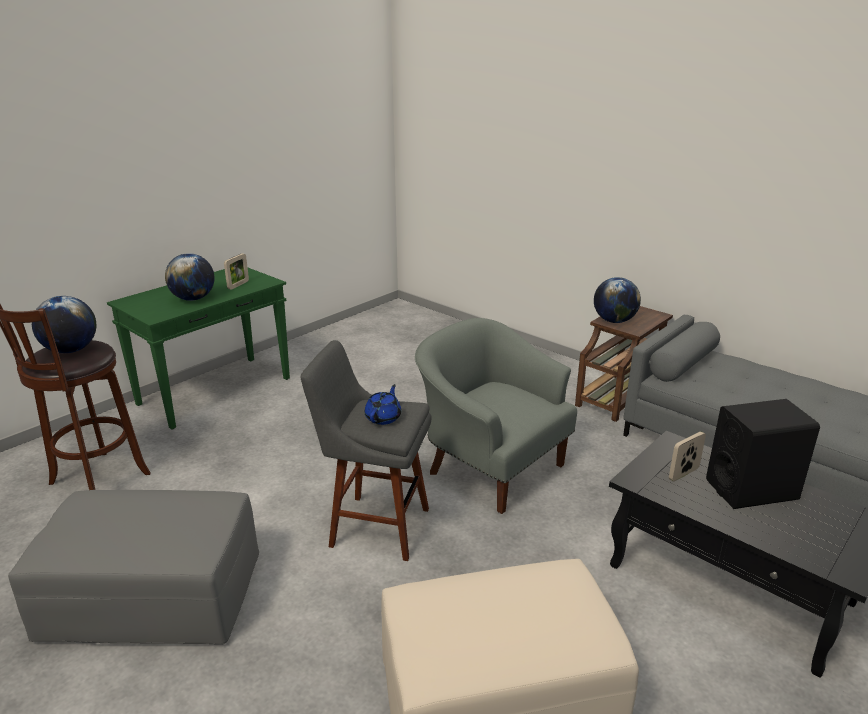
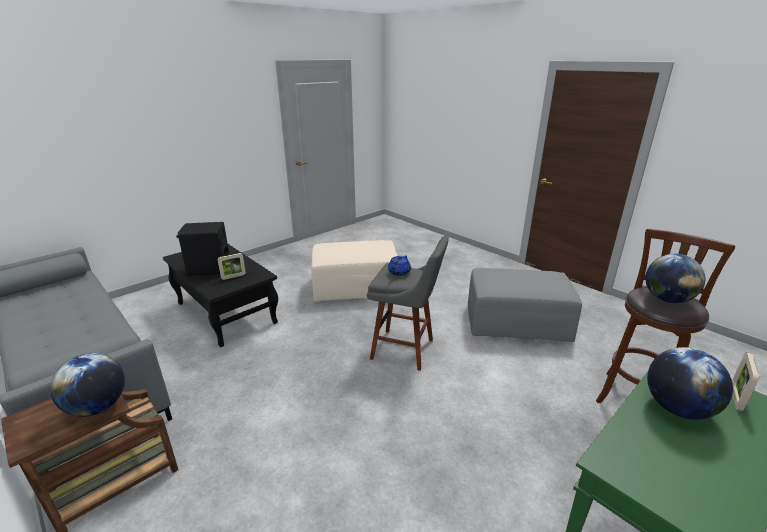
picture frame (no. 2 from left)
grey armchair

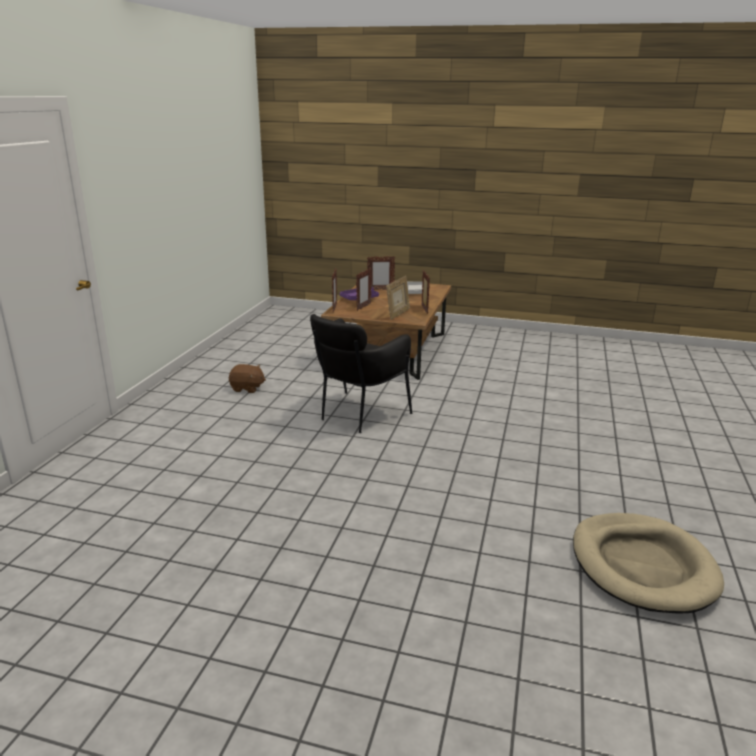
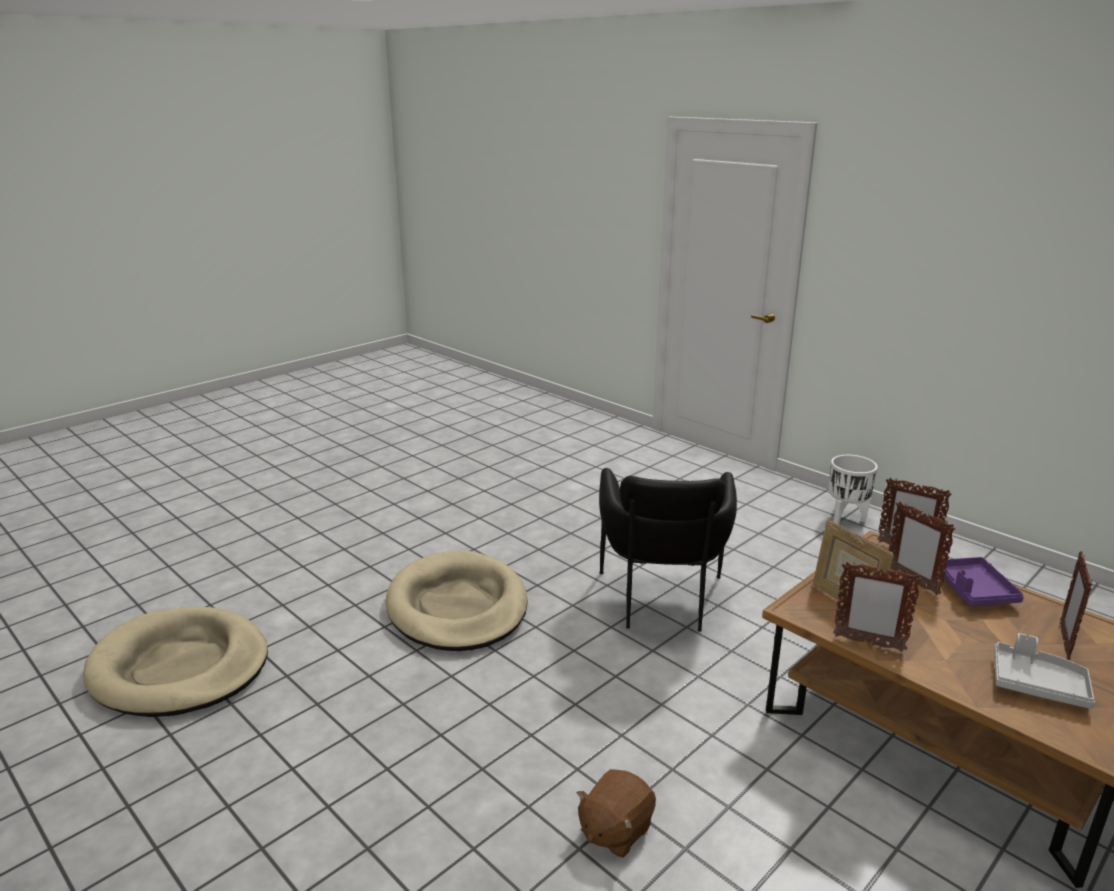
beige dog bed (no. 2 from left)
brown plush toy
black armchair
white planter

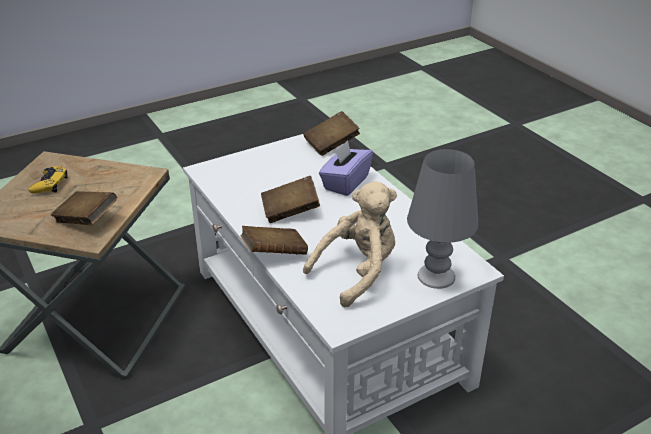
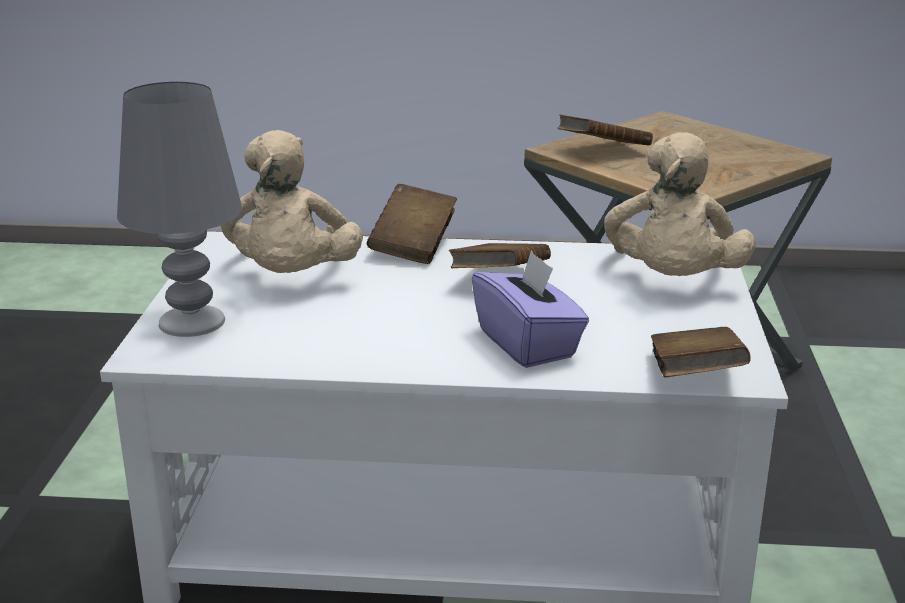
beige plush toy (no. 2 from left)
yellow game controller

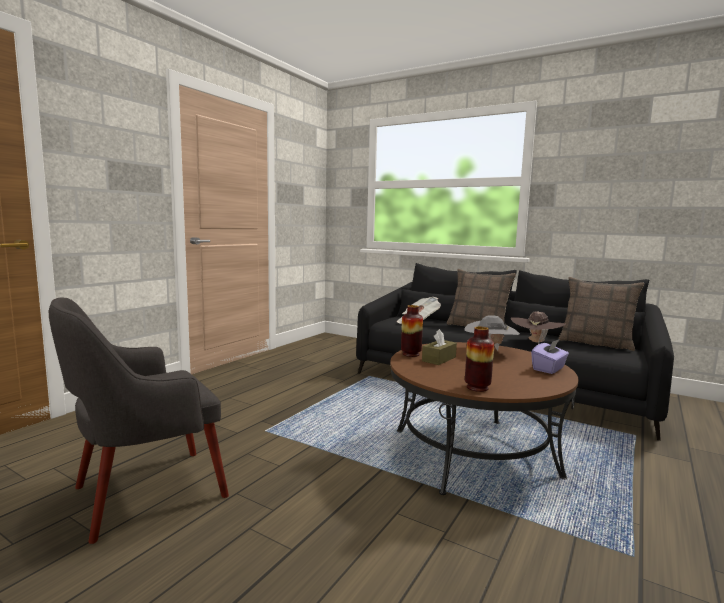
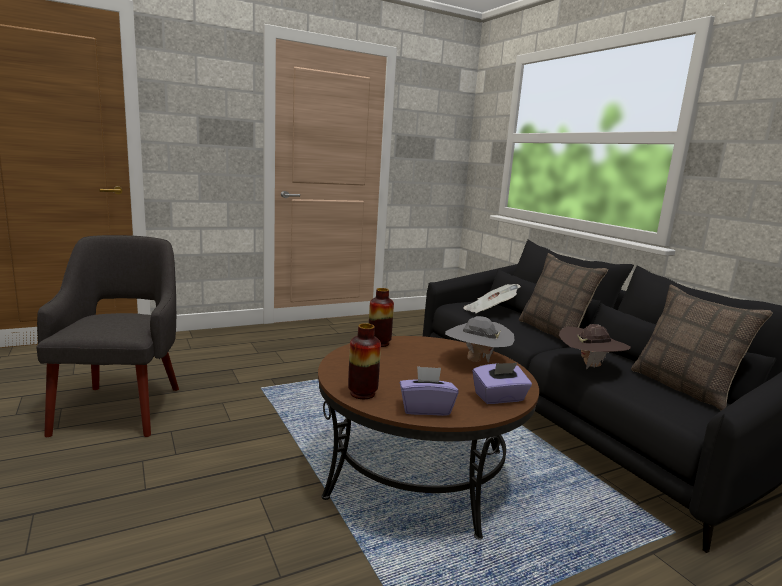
grey armchair
purple tissue box (no. 1 from left)
brown tissue box

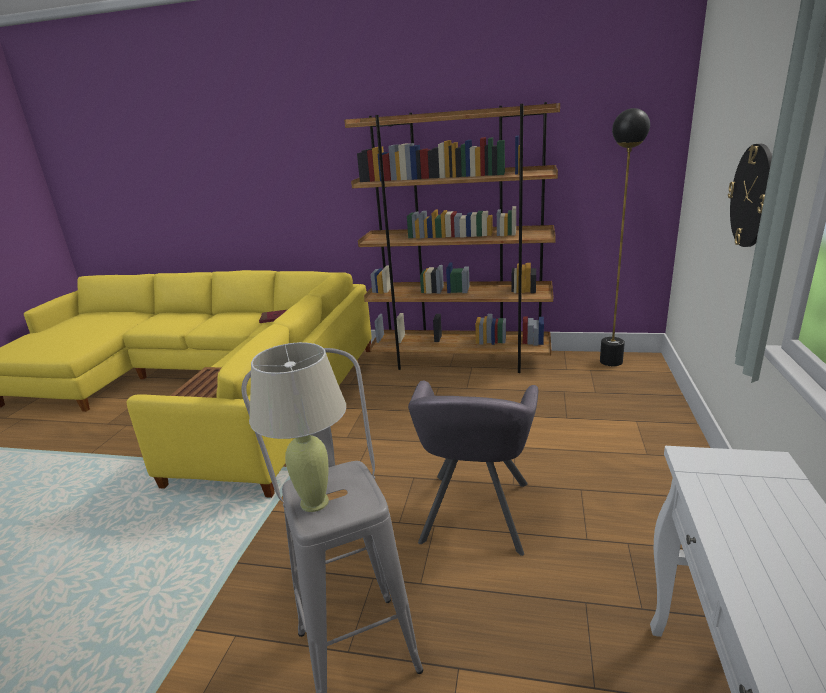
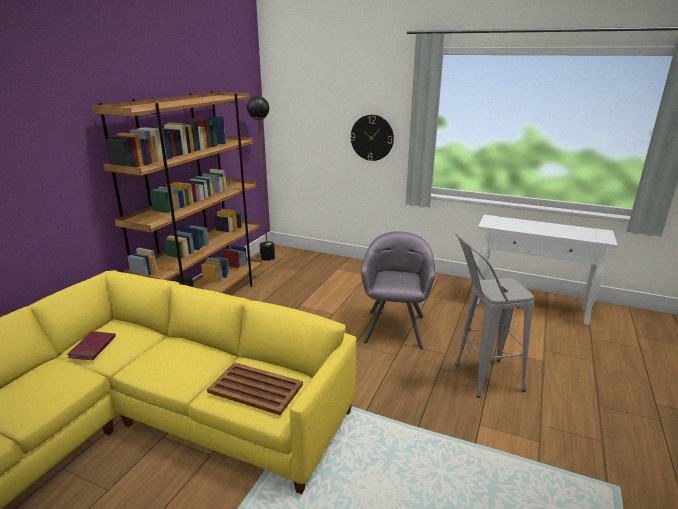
grey armchair
beige table lamp

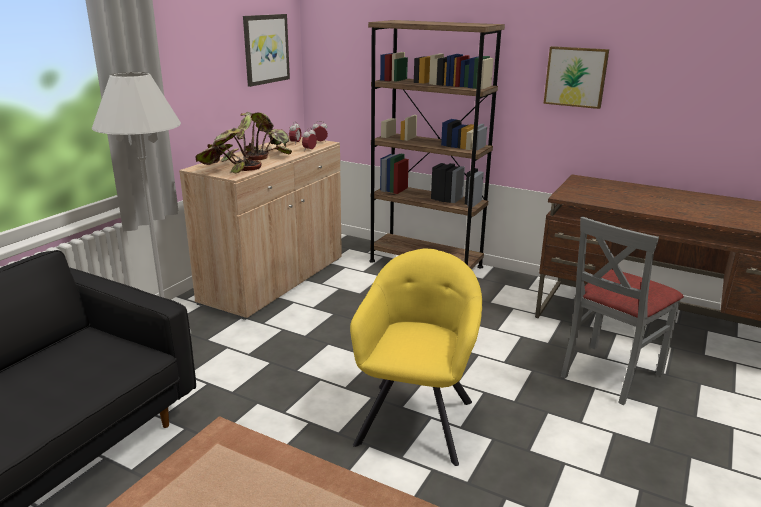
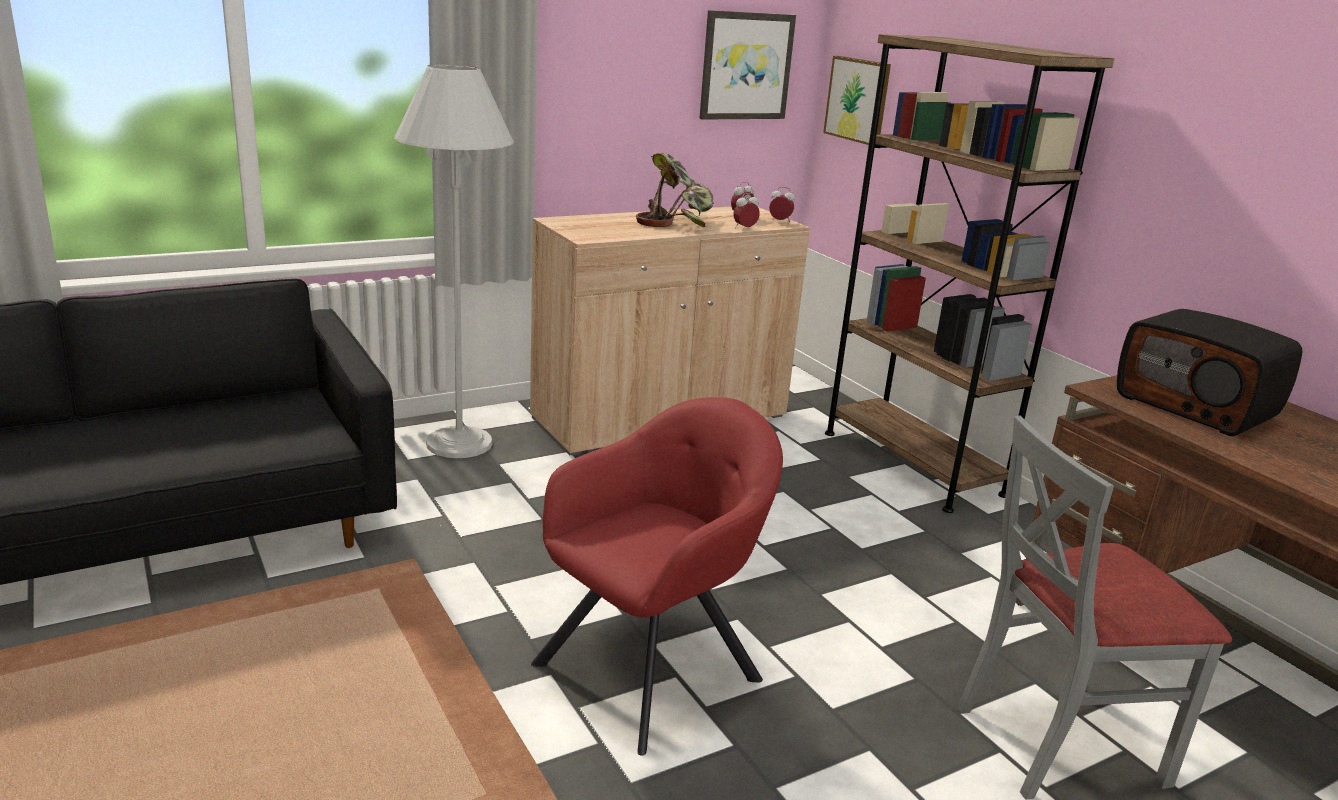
red armchair
picture (no. 2 from left)
radio
potted plant (no. 1 from left in the first image)

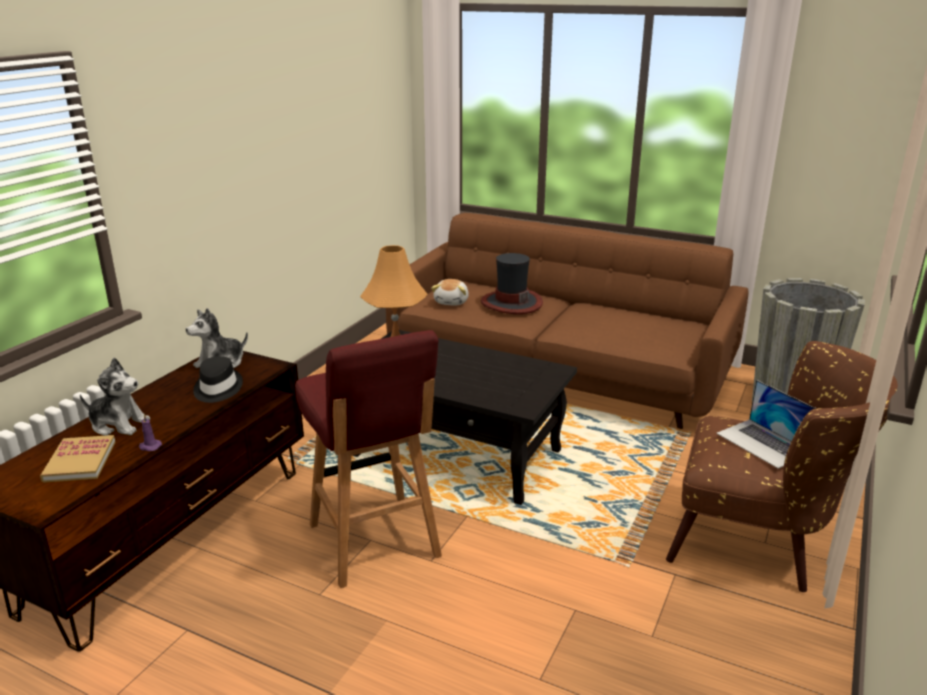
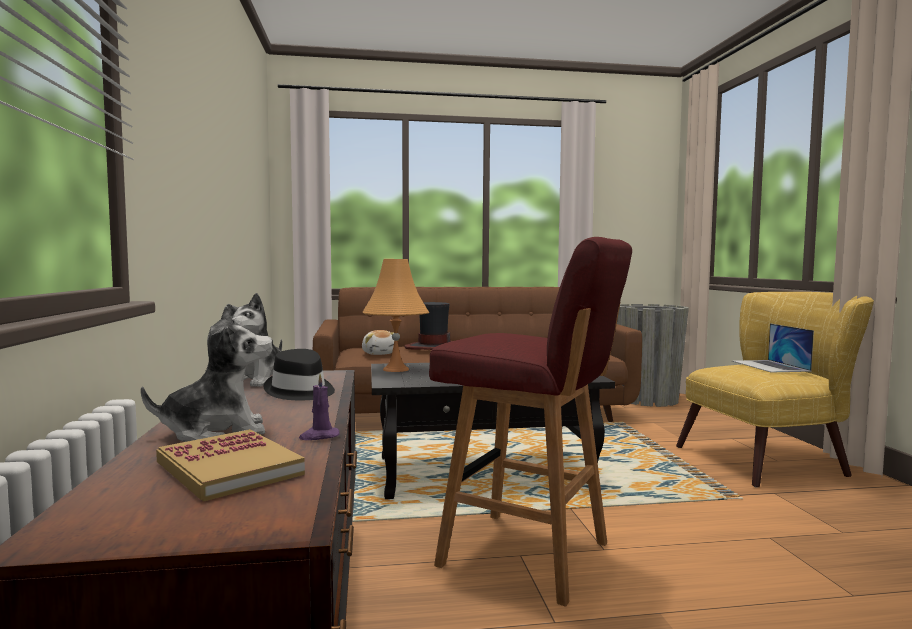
yellow armchair
laptop

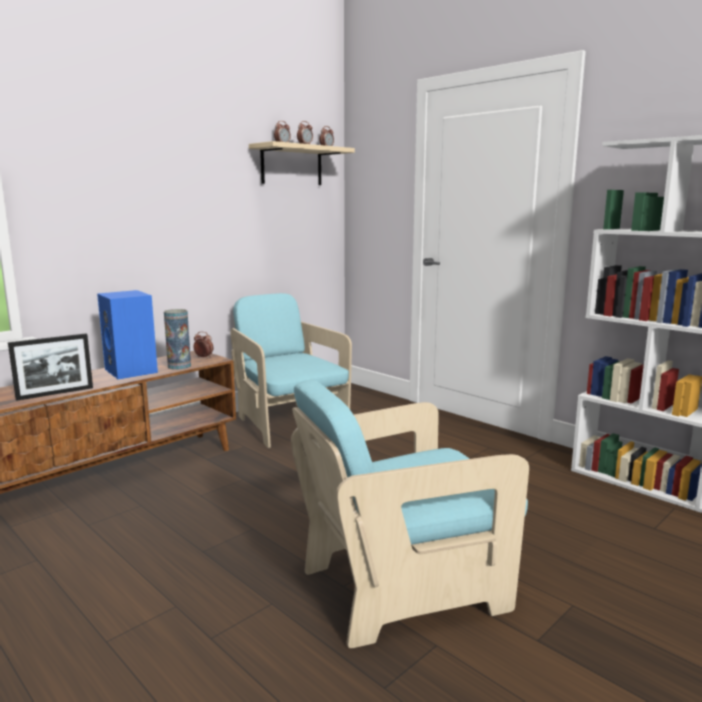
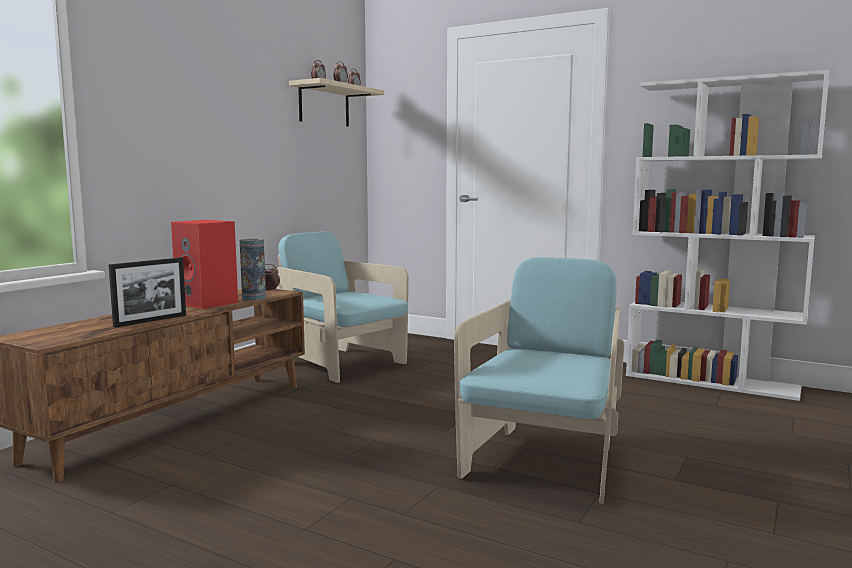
red speaker
turquoise armchair (no. 2 from left)

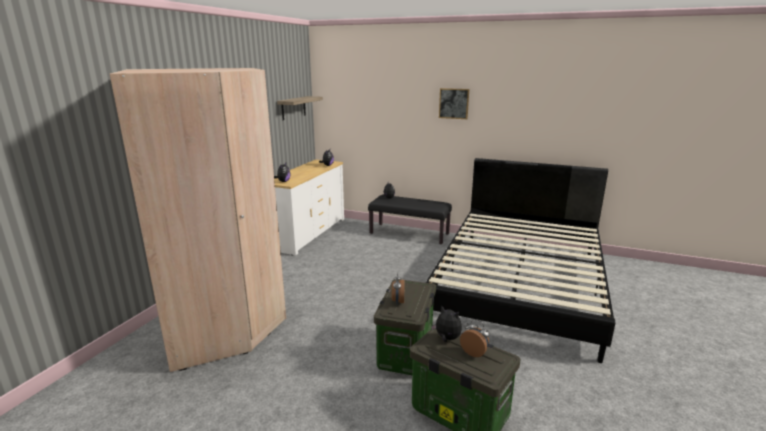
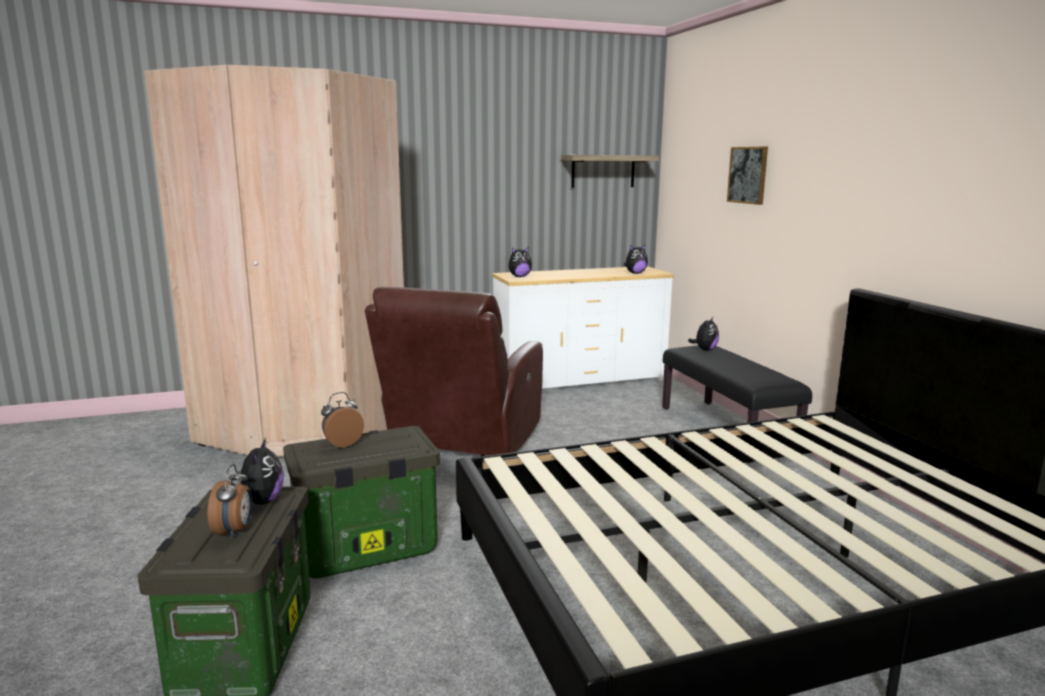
brown armchair
picture

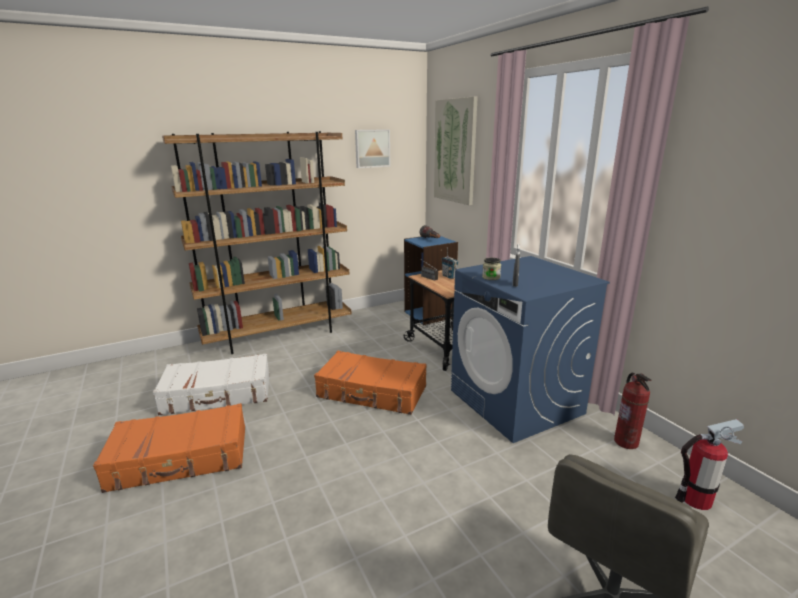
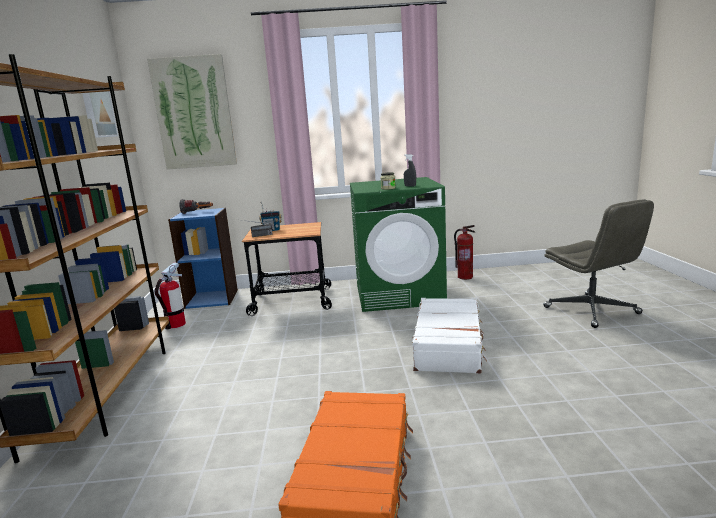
fire extinguisher (no. 1 from left)
green washing machine
white suitcase
orange suitcase (no. 2 from left in the first image)

